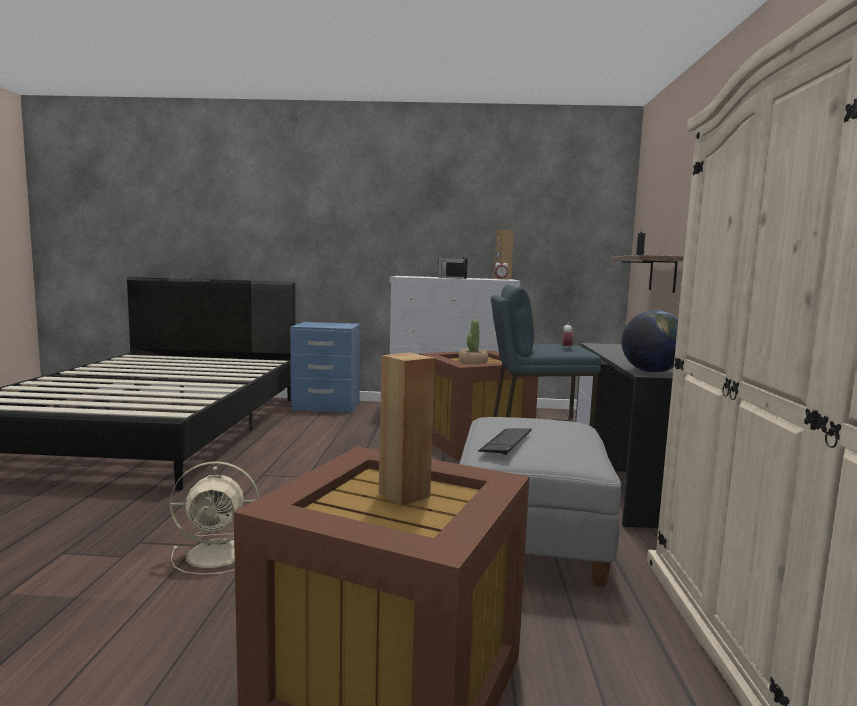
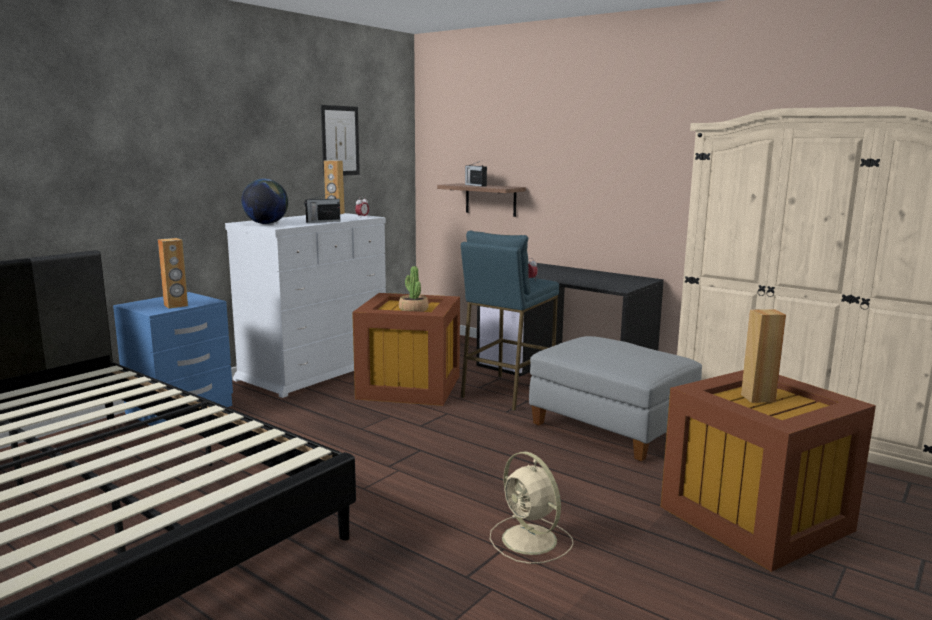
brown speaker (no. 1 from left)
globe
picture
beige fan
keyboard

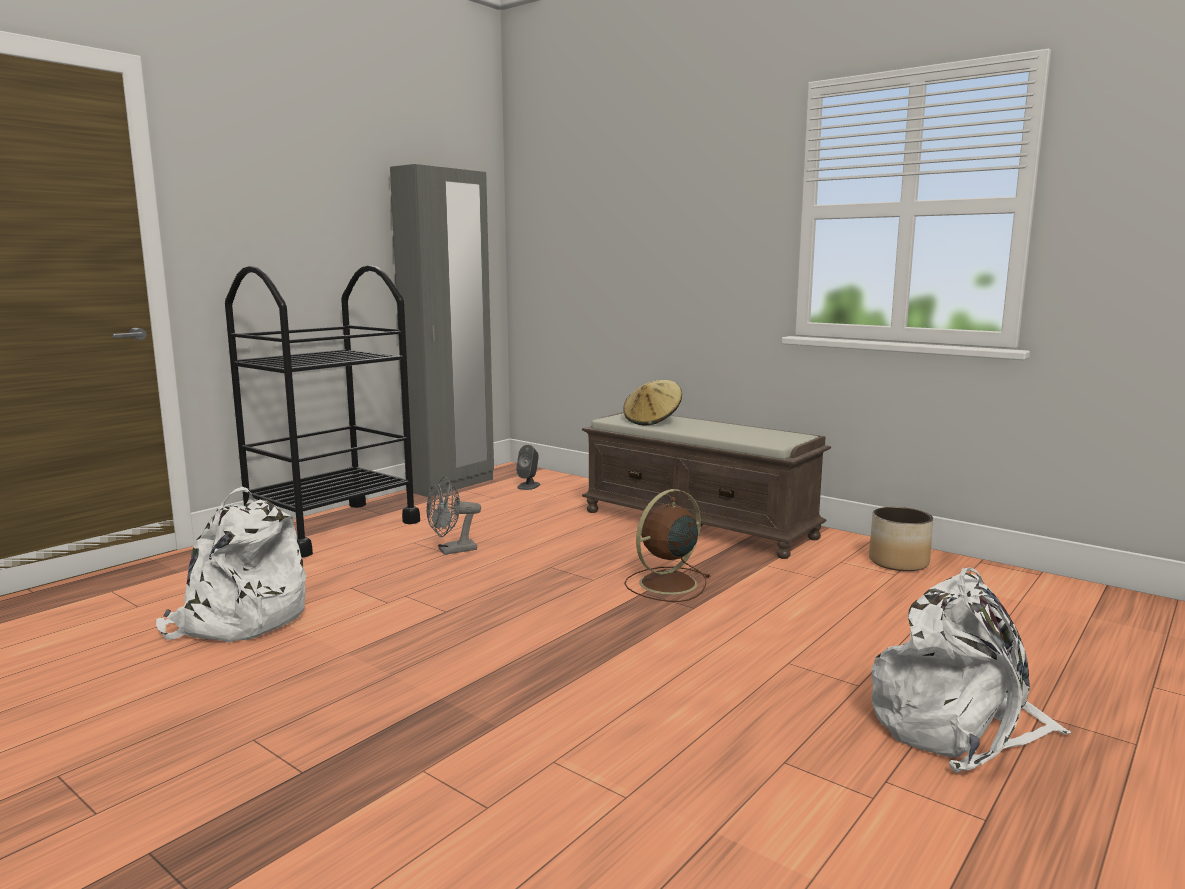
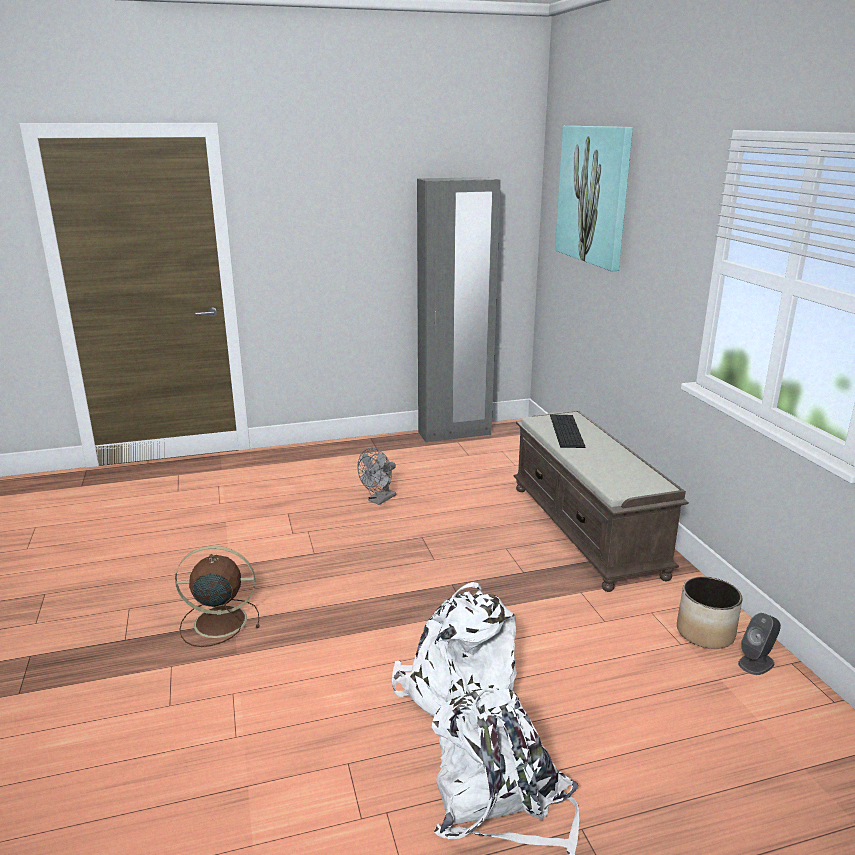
brown fan
grey fan
white backpack (no. 1 from left)
keyboard
picture
grey speaker
black cart

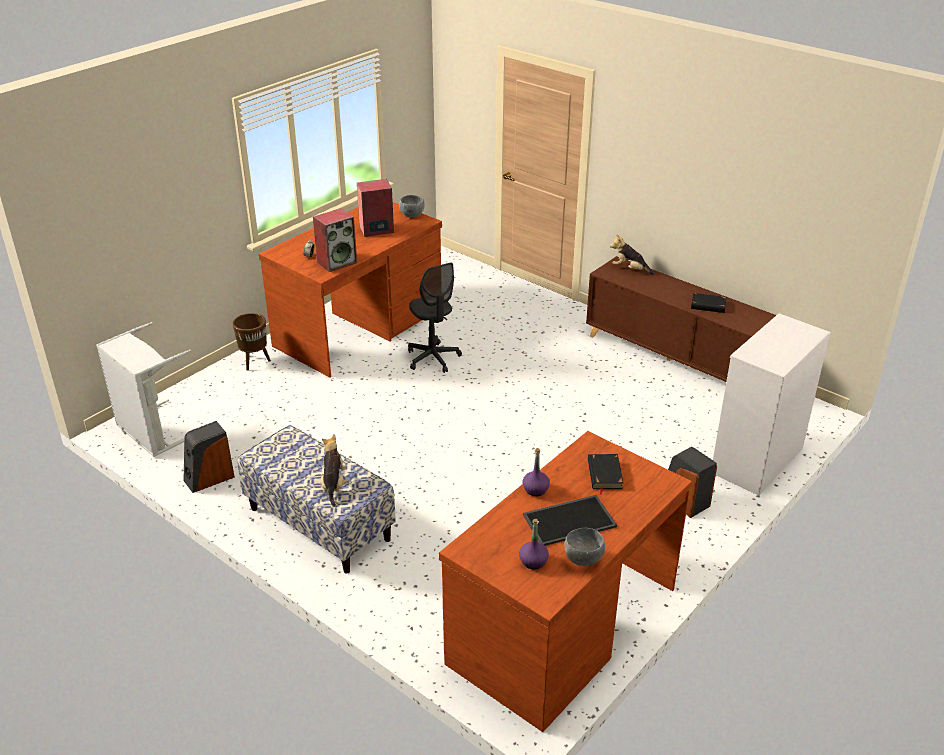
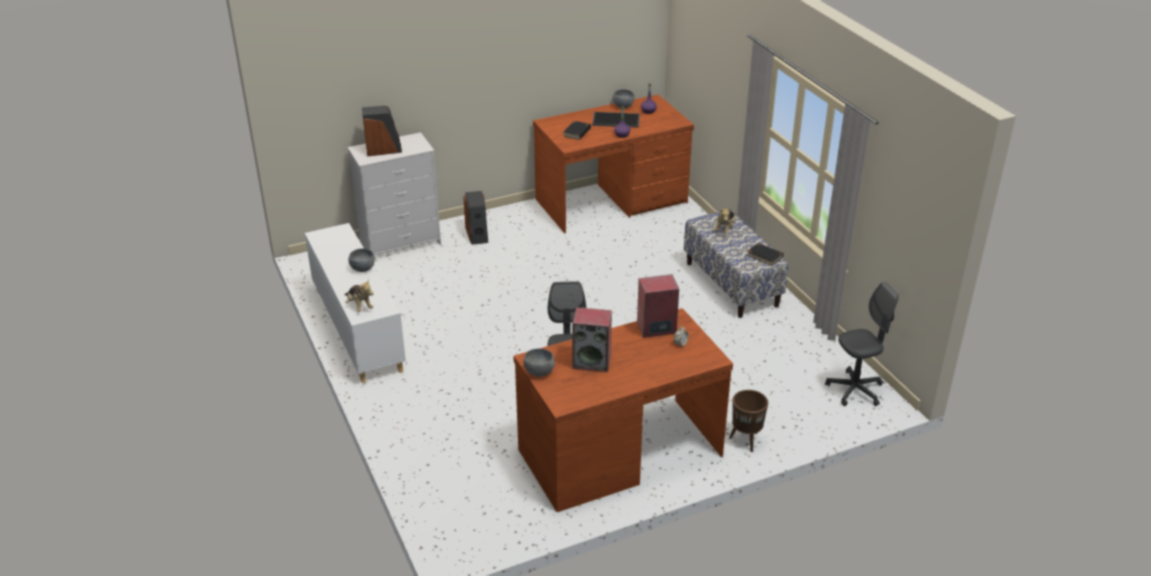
white cabinet
grey bowl (no. 1 from left)
speaker (no. 1 from left)
black book (no. 2 from left)
grey office chair (no. 2 from left)

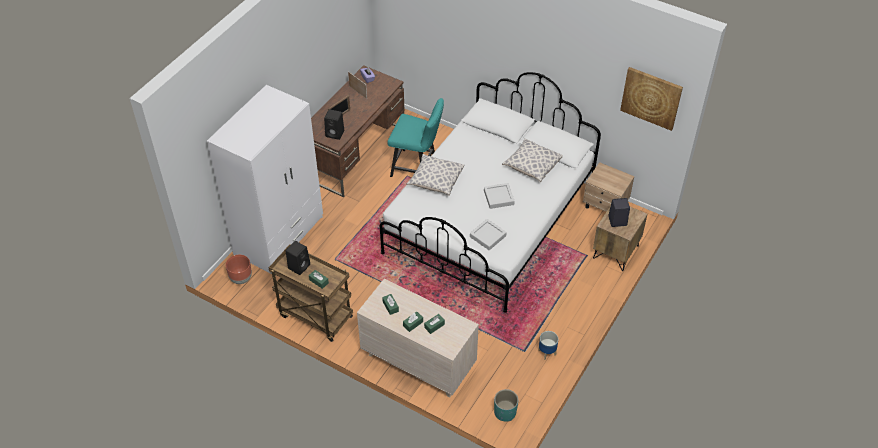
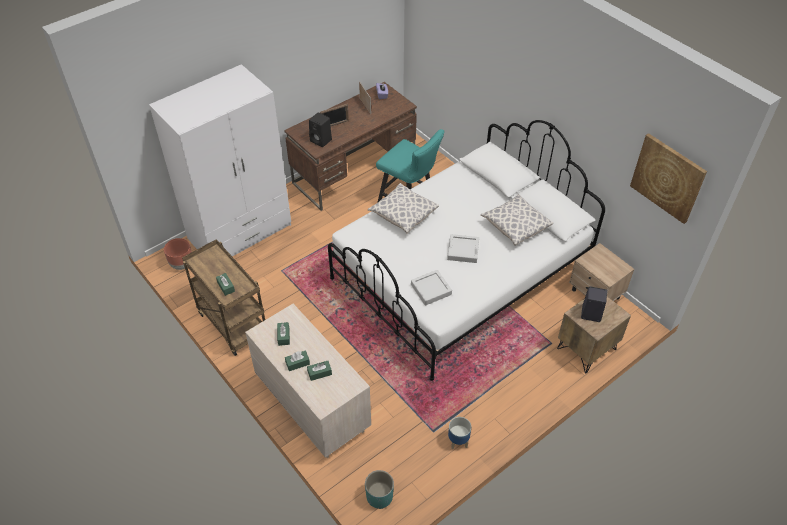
black speaker (no. 1 from left in the first image)

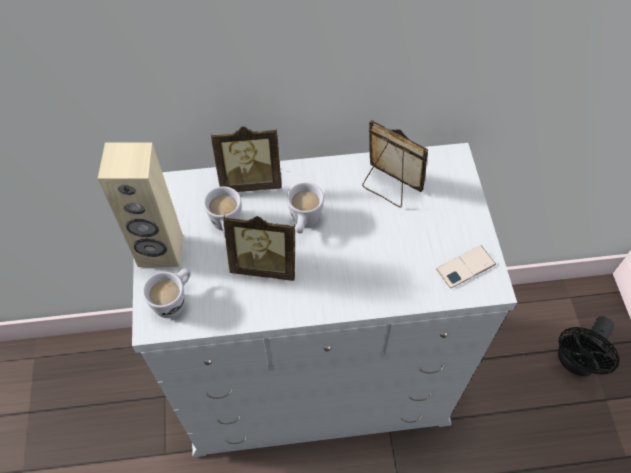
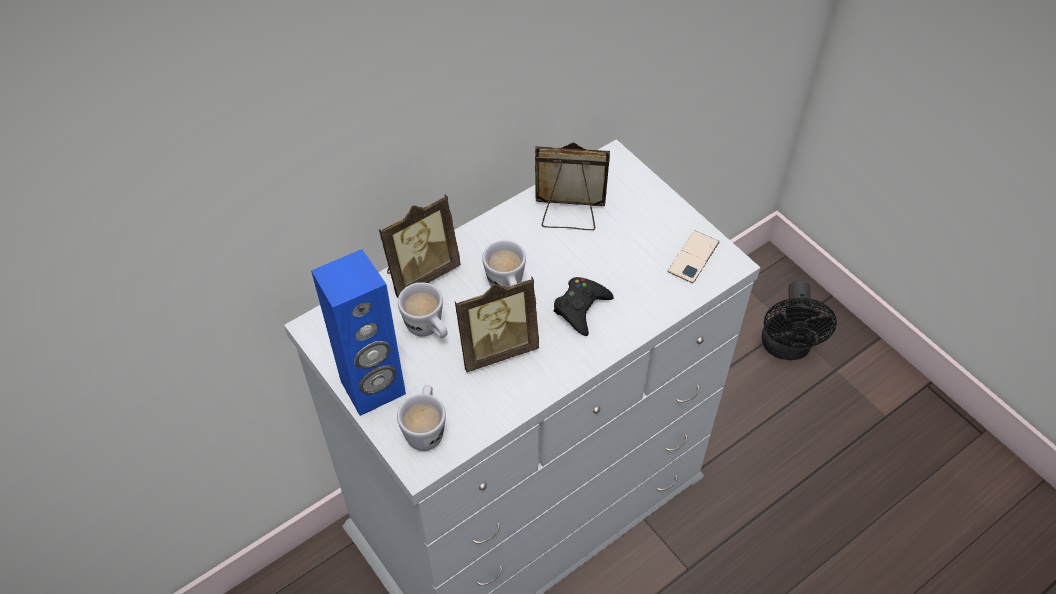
blue speaker
black game controller

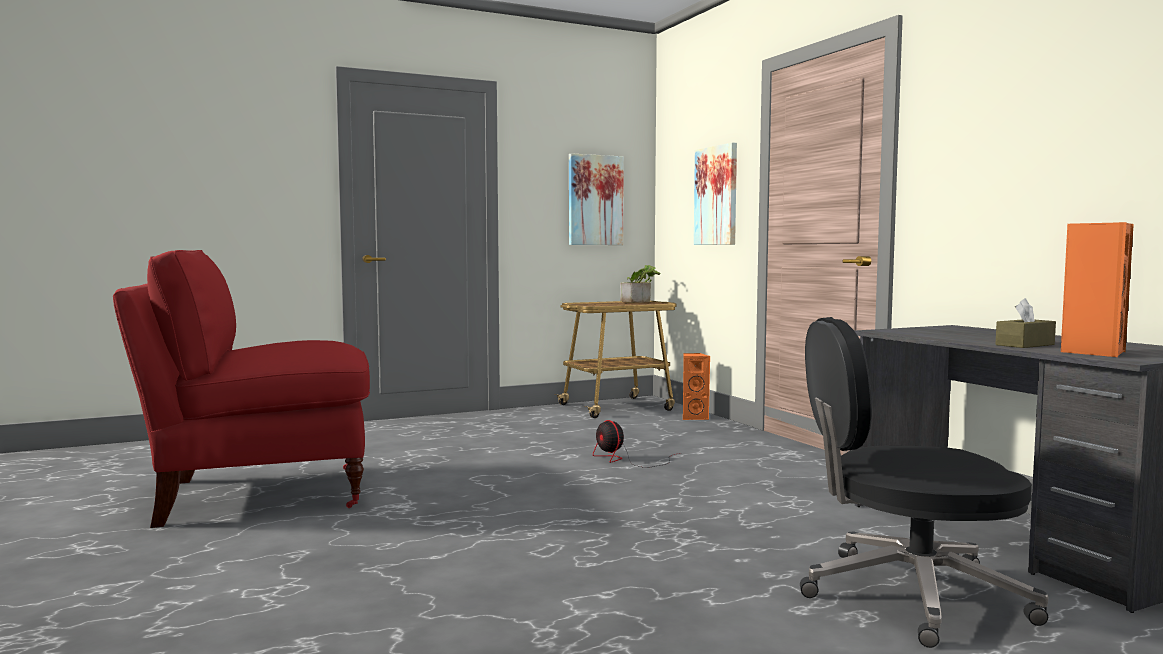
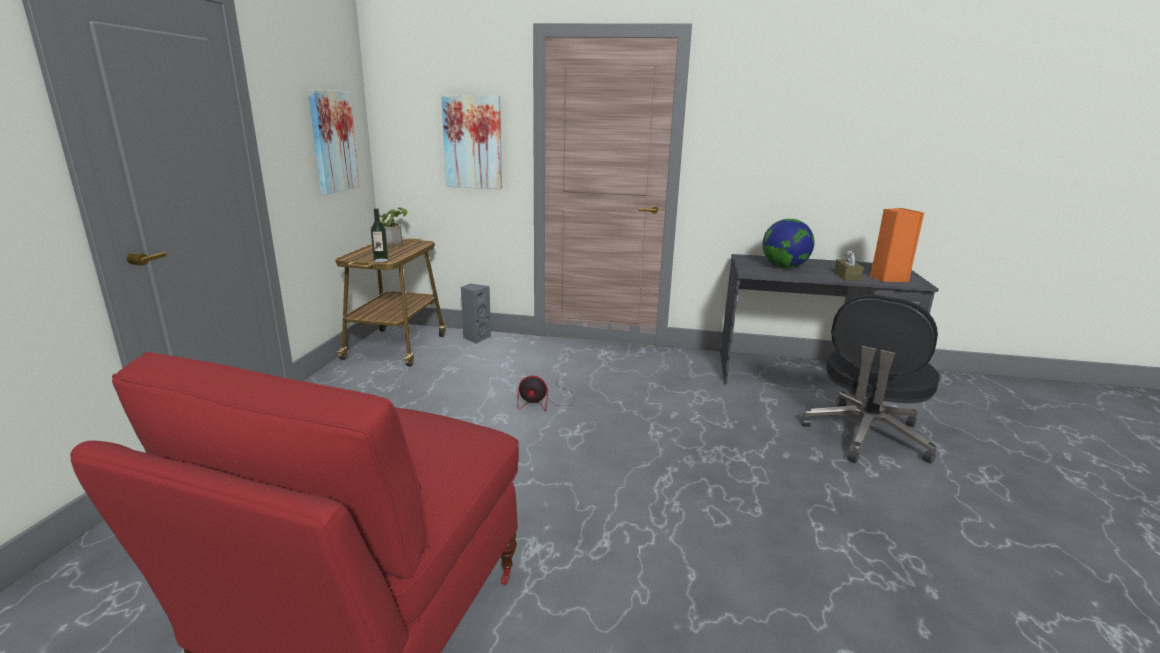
bottle
grey speaker
globe

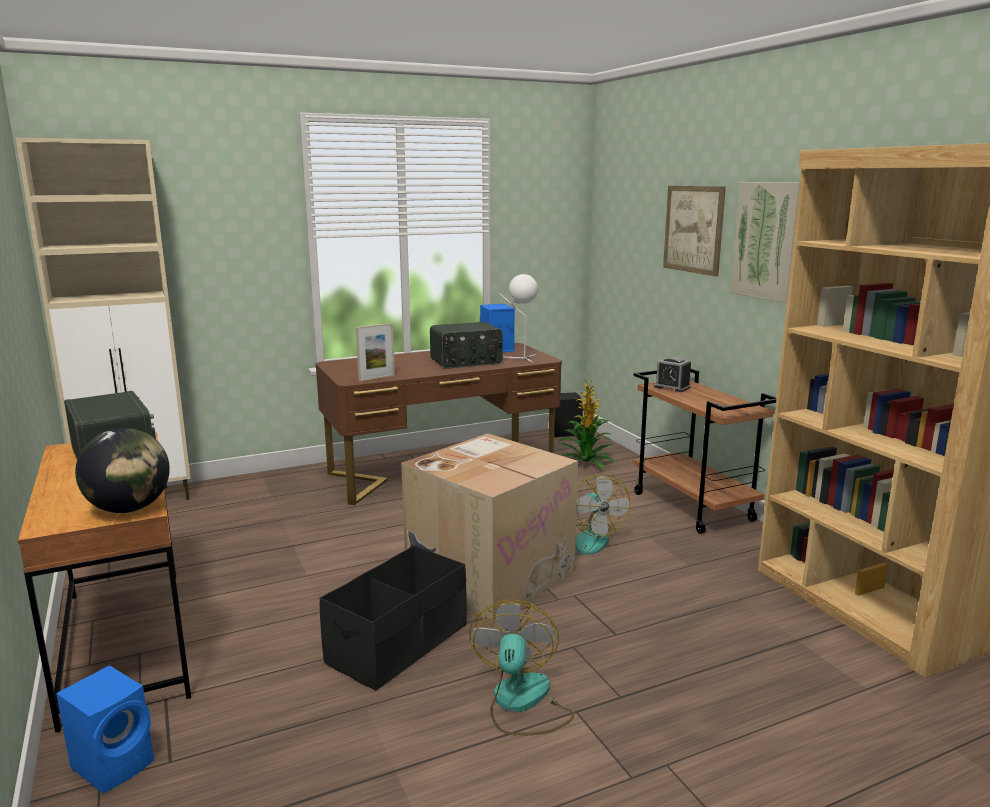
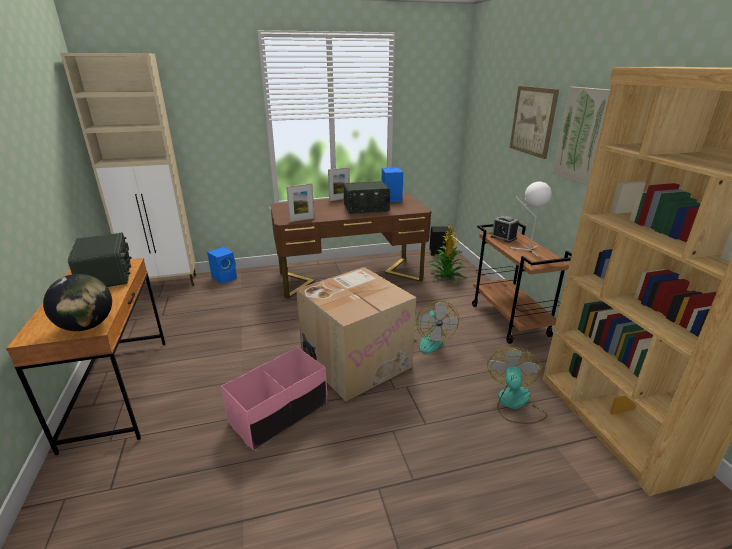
blue speaker (no. 1 from left)
pink storage box
picture frame (no. 2 from left)
fan (no. 2 from left)
white table lamp

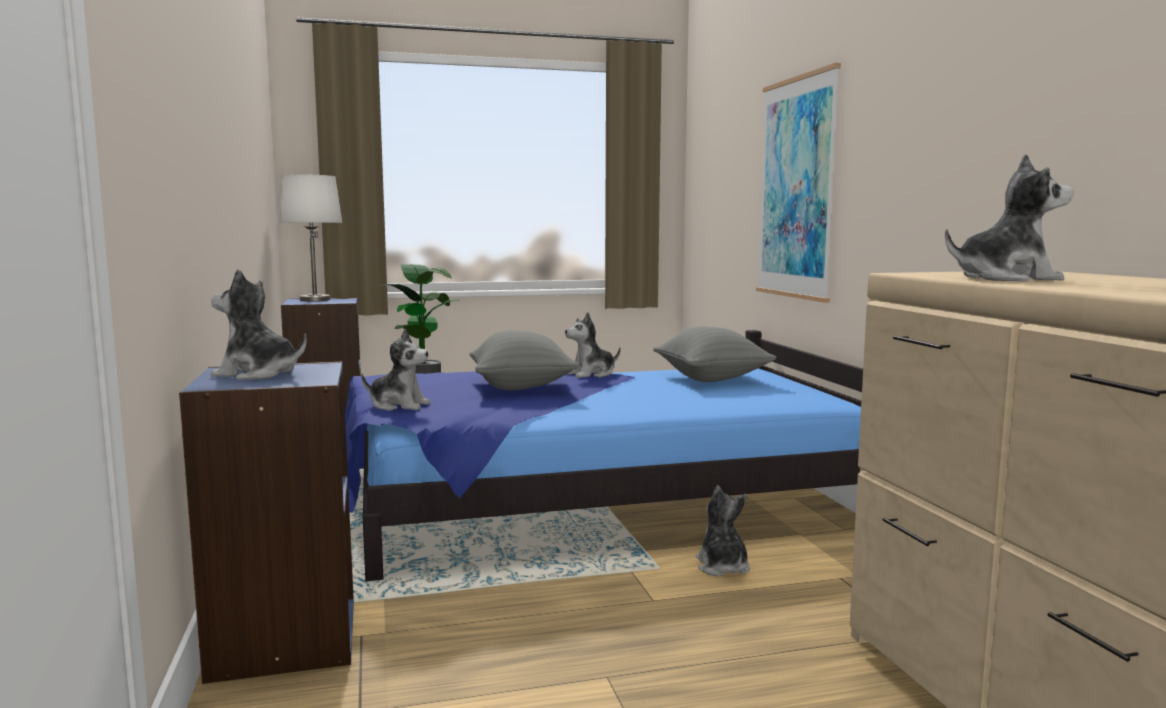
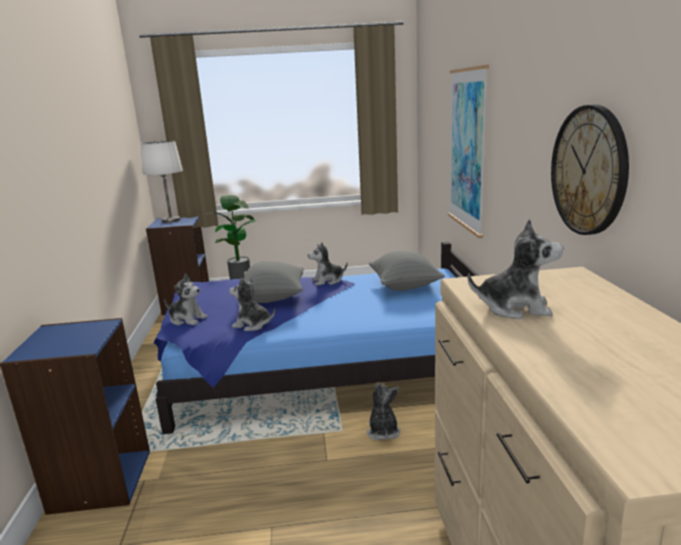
plush toy (no. 2 from left)
wall clock

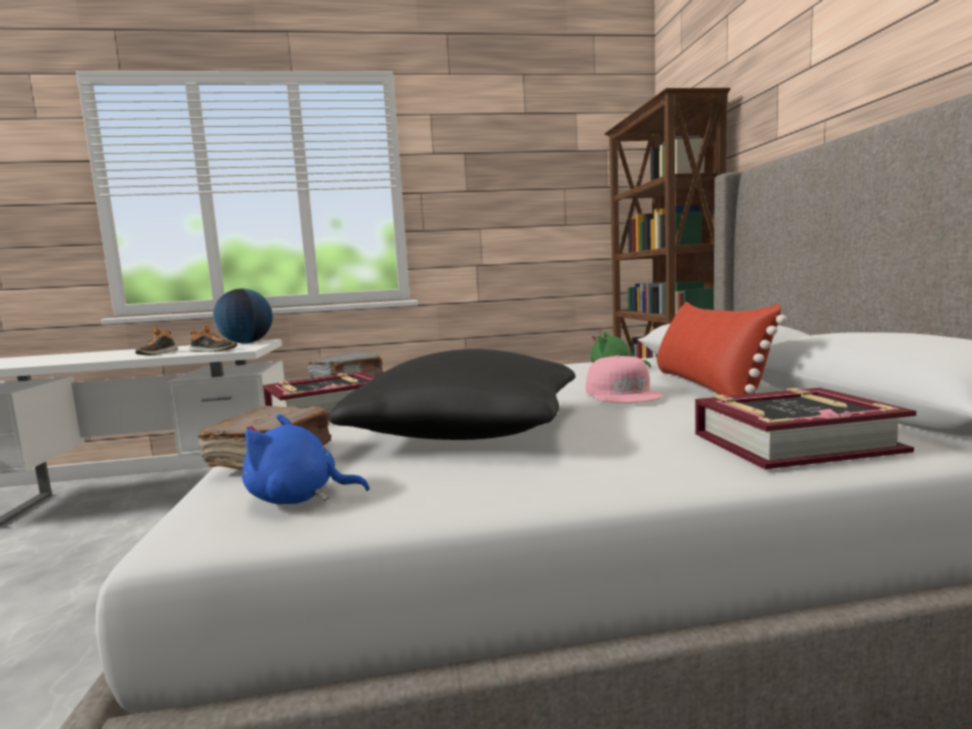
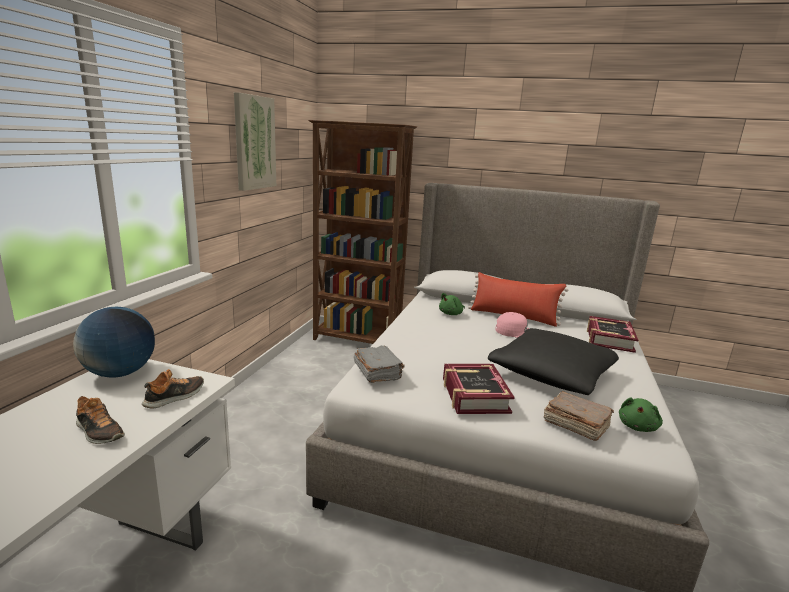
picture
green plush toy (no. 2 from left)

